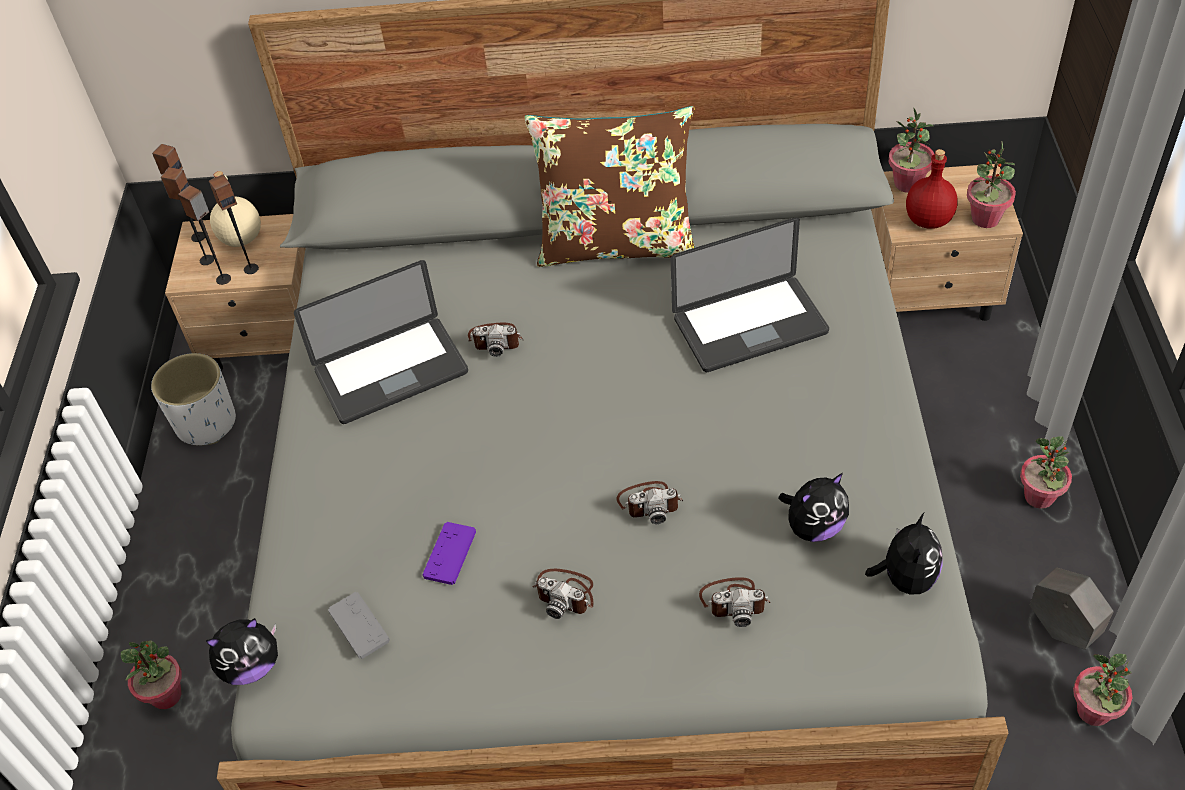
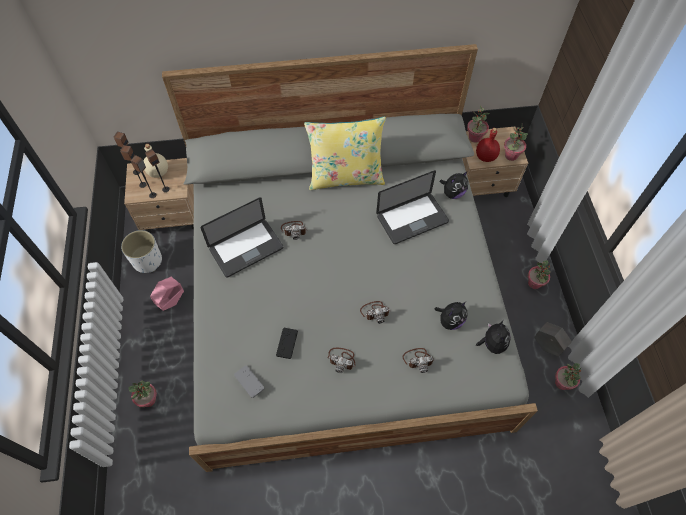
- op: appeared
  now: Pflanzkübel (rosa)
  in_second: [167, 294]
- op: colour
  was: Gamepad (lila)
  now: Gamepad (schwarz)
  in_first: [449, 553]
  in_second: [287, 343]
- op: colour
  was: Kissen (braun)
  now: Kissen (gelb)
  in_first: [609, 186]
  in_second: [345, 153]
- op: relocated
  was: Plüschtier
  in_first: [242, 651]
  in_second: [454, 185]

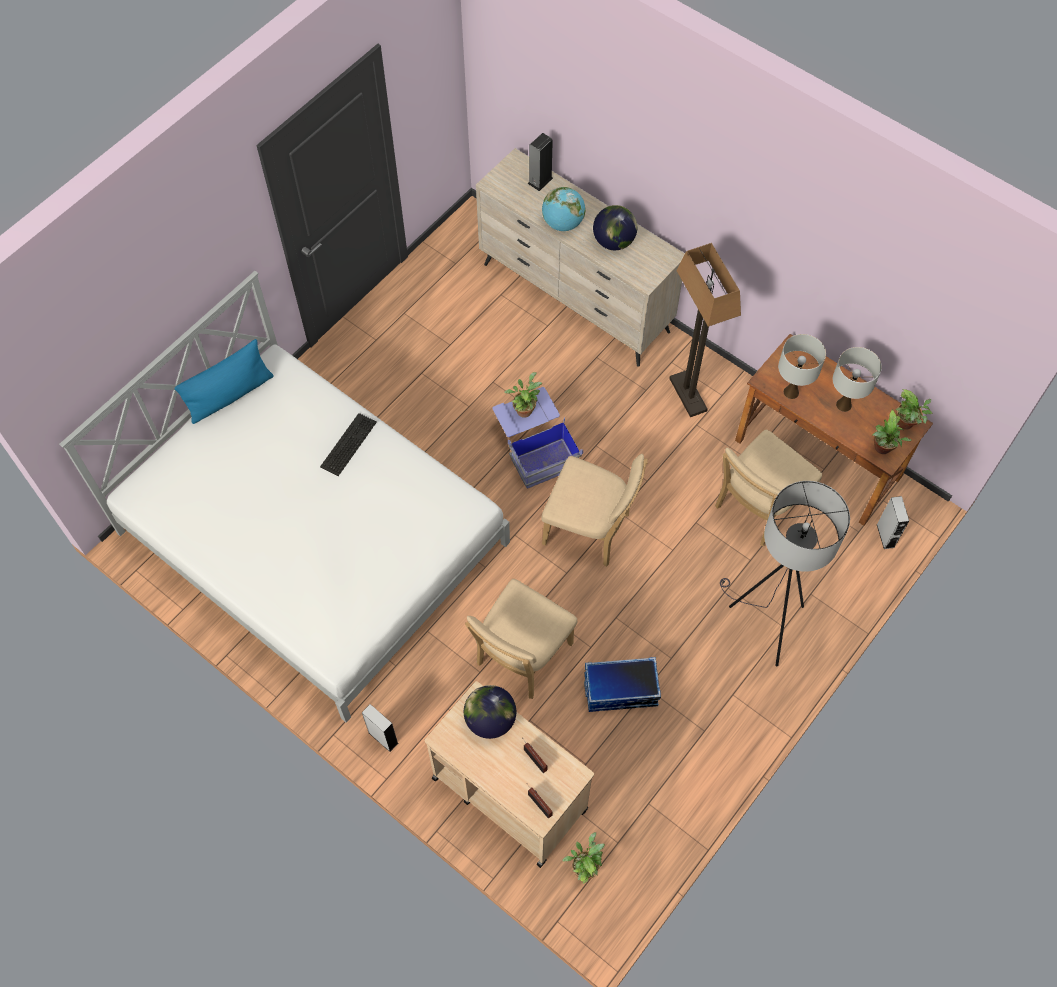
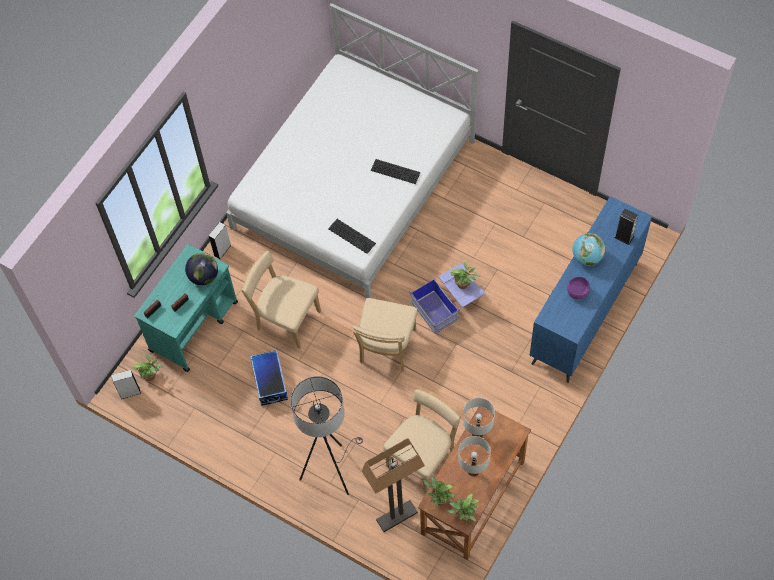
- op: relocated
  was: Lautsprecher (grau)
  in_first: [893, 522]
  in_second: [126, 384]
- op: colour
  was: Rollwagen (beige)
  now: Rollwagen (türkis)
  in_first: [509, 774]
  in_second: [186, 308]
- op: appeared
  now: Tastatur
  in_second: [352, 236]
- op: relocated
  was: Stehlampe
  in_first: [705, 330]
  in_second: [393, 485]
- op: spun
  was: Stuhl (beige)
  in_first: [768, 488]
  in_second: [422, 440]
  clockwise: 90
- op: colour
  was: Kommode (beige)
  now: Kommode (blau)
  in_first: [580, 257]
  in_second: [591, 289]
- op: exchanged
  was: Globus
  now: Schüssel (lila)
  in_first: [615, 227]
  in_second: [578, 288]
- op: missing
  was: Kissen (blau)
  in_first: [224, 381]

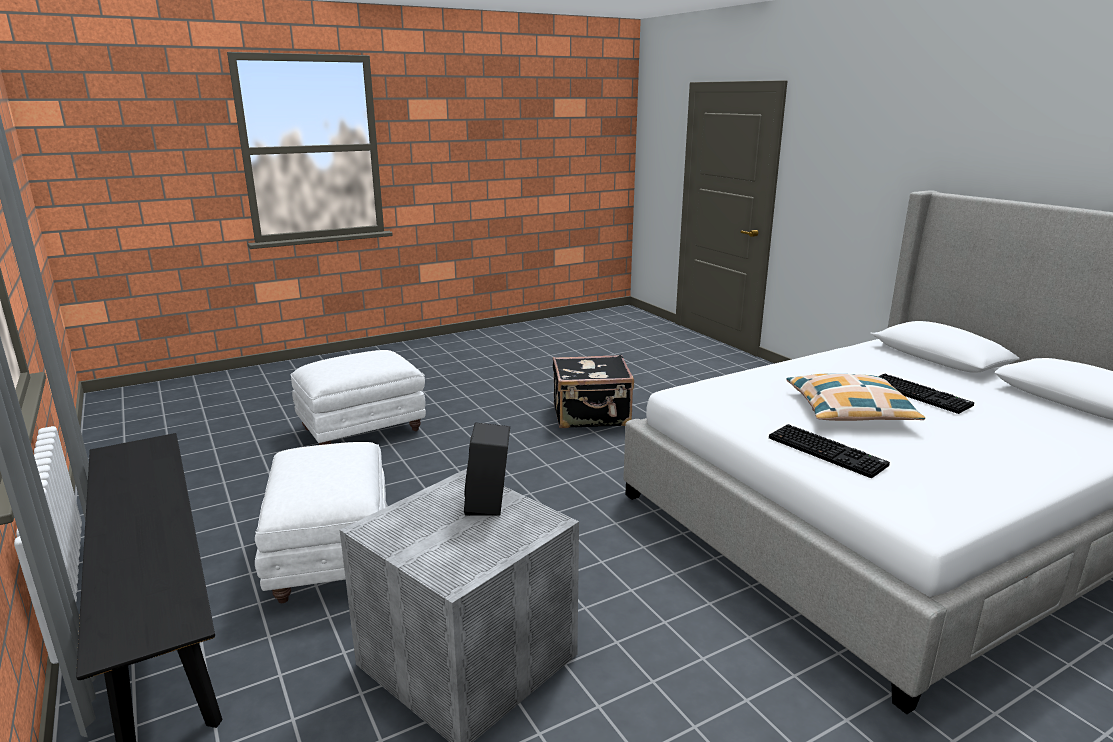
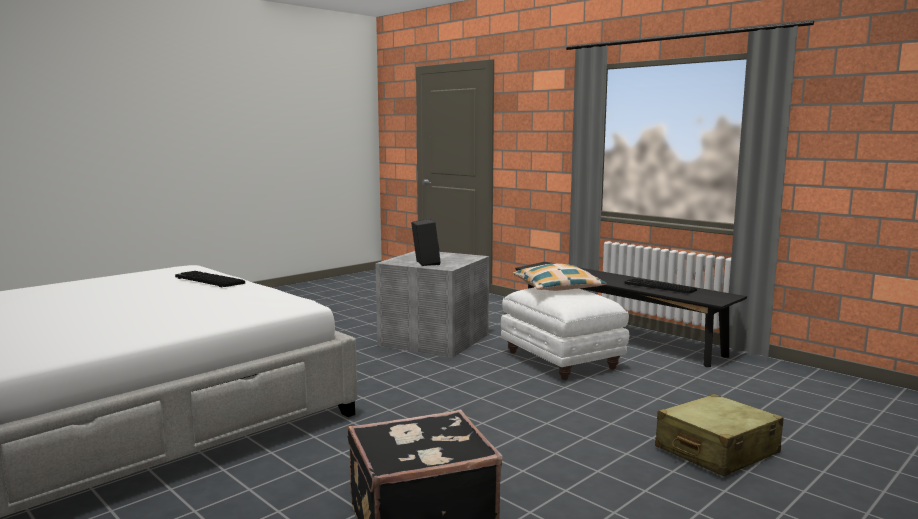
- op: relocated
  was: Kissen
  in_first: [855, 397]
  in_second: [559, 277]
- op: relocated
  was: Tastatur
  in_first: [926, 394]
  in_second: [660, 286]
- op: exchanged
  was: Polsterhocker (weiß)
  now: Koffer (beige)
  in_first: [358, 397]
  in_second: [719, 435]

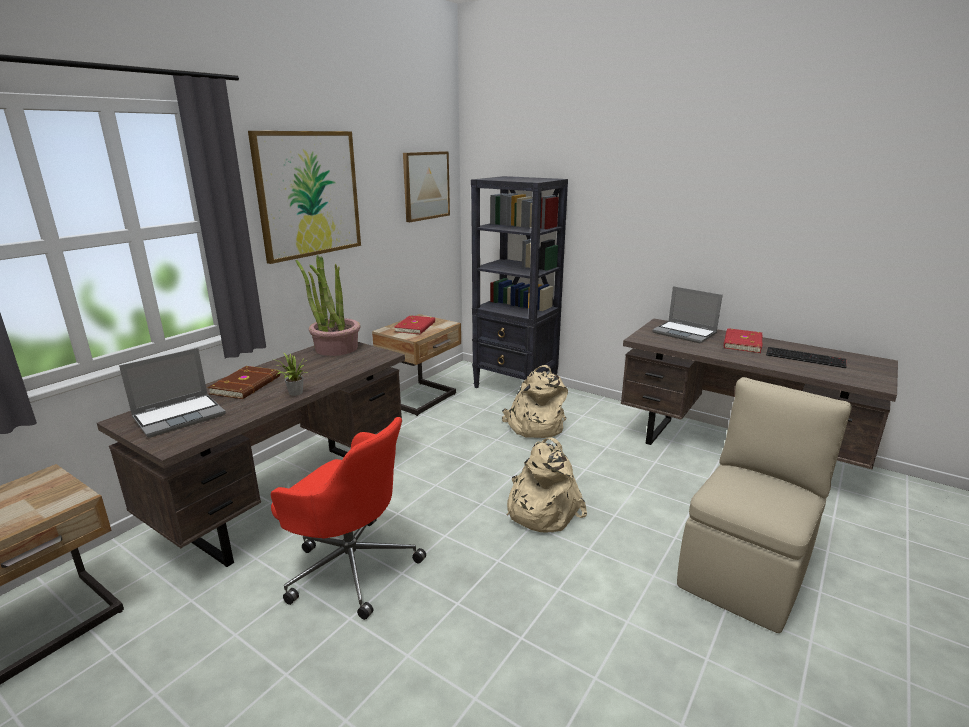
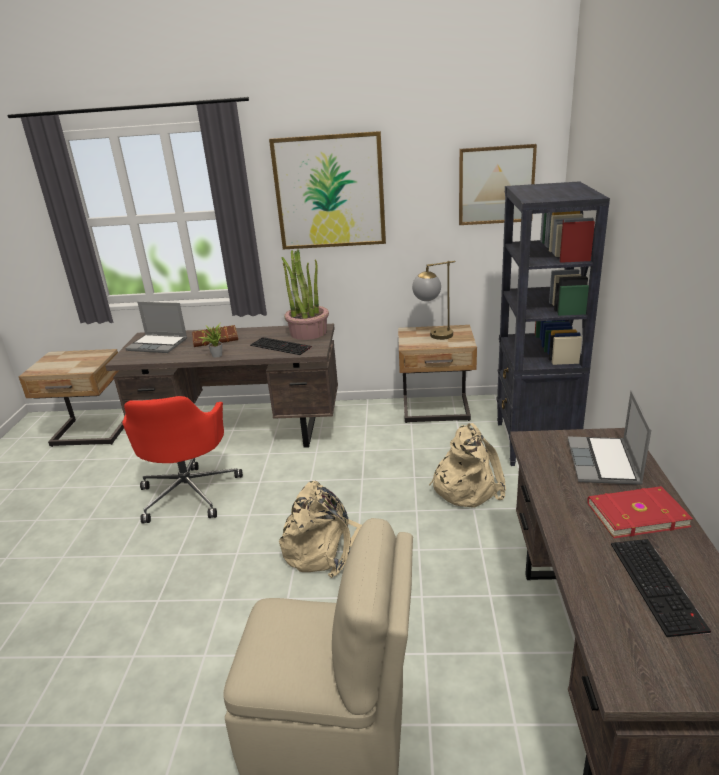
- op: appeared
  now: Tastatur
  in_second: [281, 346]
- op: exchanged
  was: Buch (rot)
  now: Tischlampe
  in_first: [414, 324]
  in_second: [433, 300]

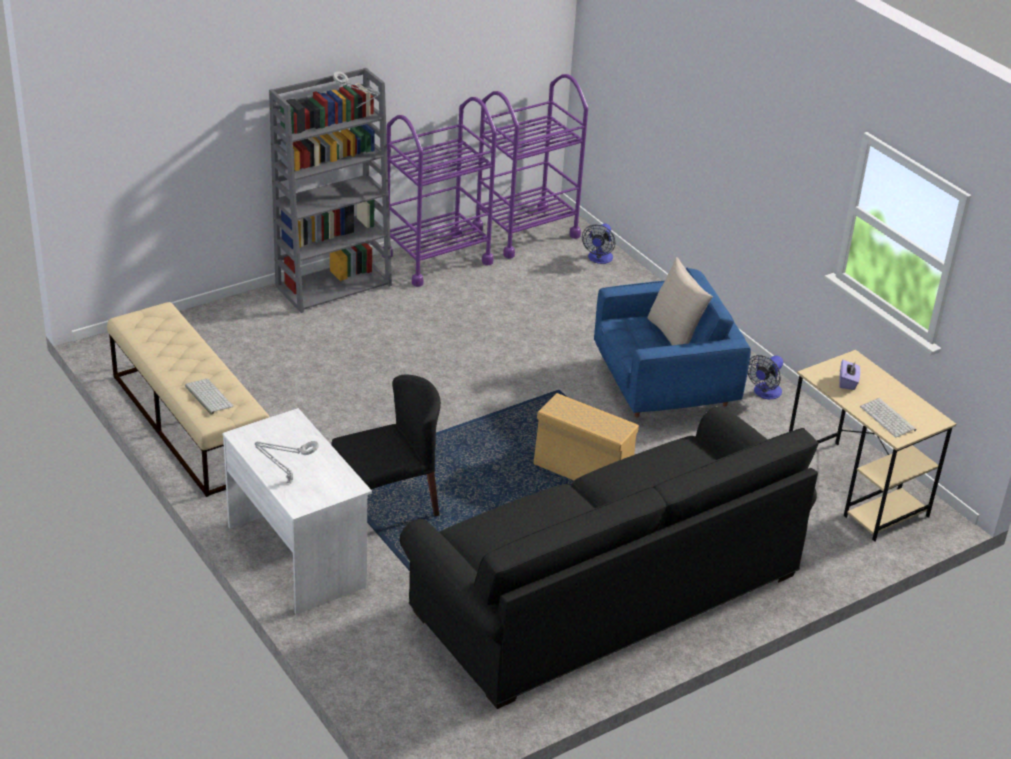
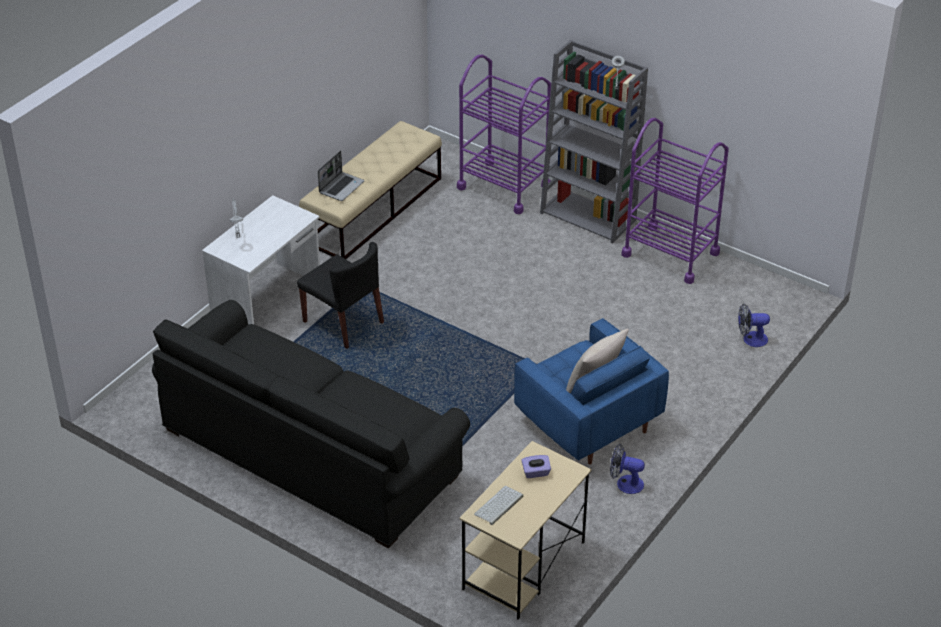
- op: exchanged
  was: Tastatur
  now: Laptop
  in_first: [209, 397]
  in_second: [341, 176]
- op: relocated
  was: Rollwagen (lila)
  in_first: [530, 166]
  in_second: [504, 134]
- op: missing
  was: Aufbewahrungsbox (beige)
  in_first: [586, 436]

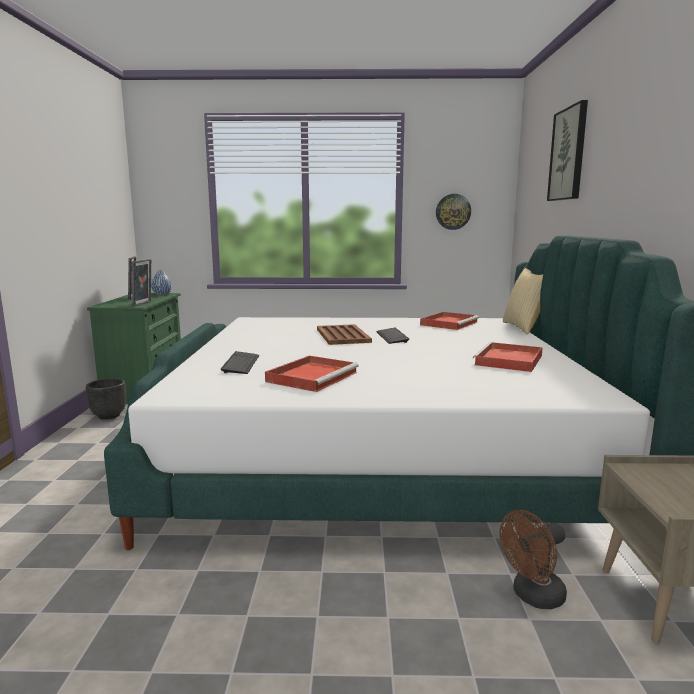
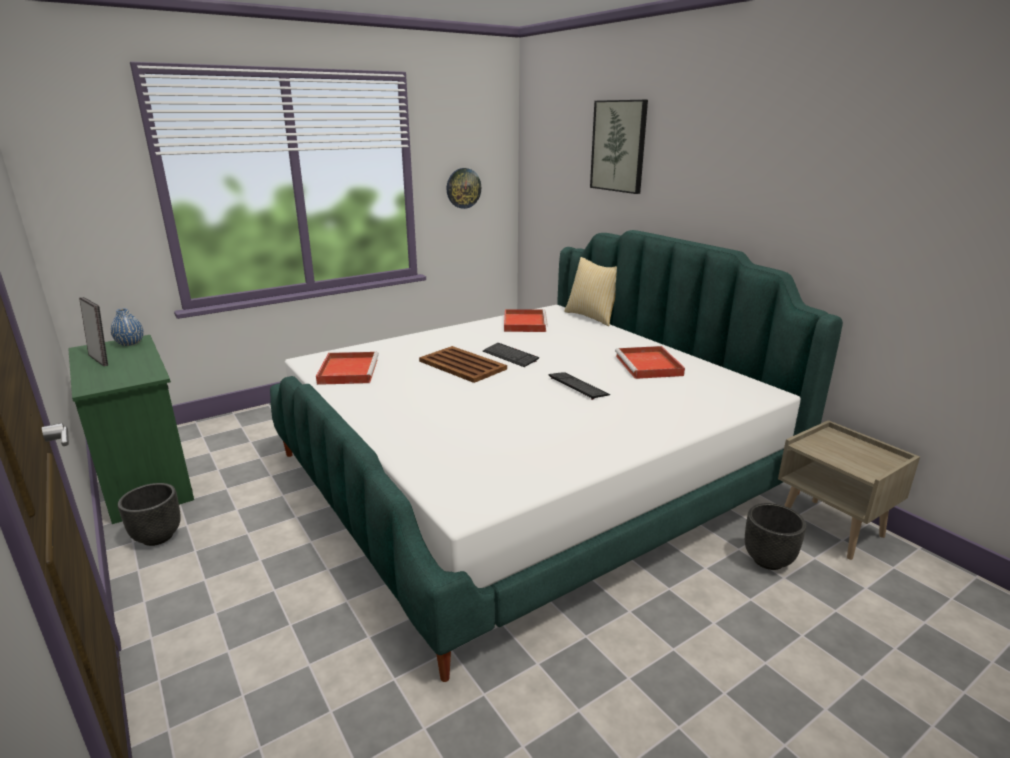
- op: relocated
  was: Tablett (rot)
  in_first: [312, 374]
  in_second: [347, 368]
- op: relocated
  was: Tastatur
  in_first: [240, 362]
  in_second: [579, 386]
- op: exchanged
  was: Ventilator (braun)
  now: Pflanzkübel (schwarz)
  in_first: [533, 559]
  in_second: [775, 536]
- op: missing
  was: Bilderrahmen
  in_first: [141, 282]

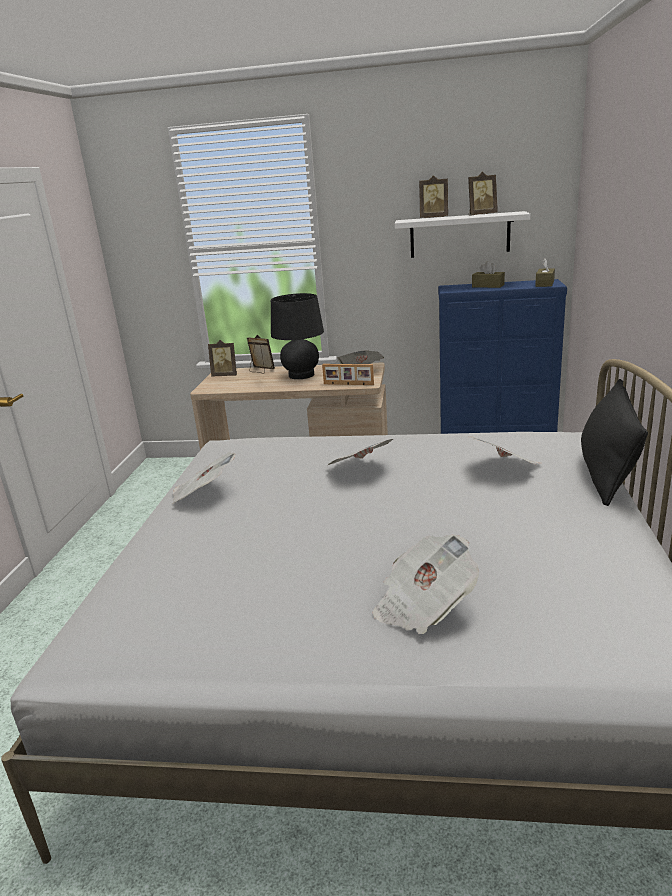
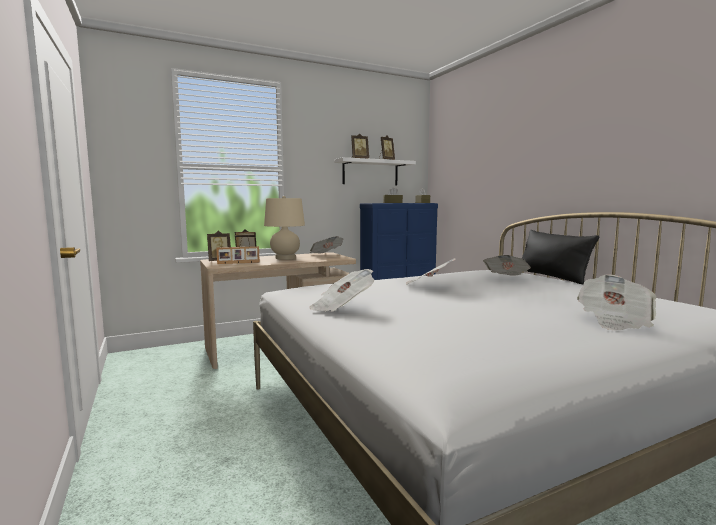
- op: relocated
  was: Bilderrahmen
  in_first: [348, 374]
  in_second: [238, 255]
- op: colour
  was: Tischlampe (schwarz)
  now: Tischlampe (beige)
  in_first: [297, 336]
  in_second: [284, 228]

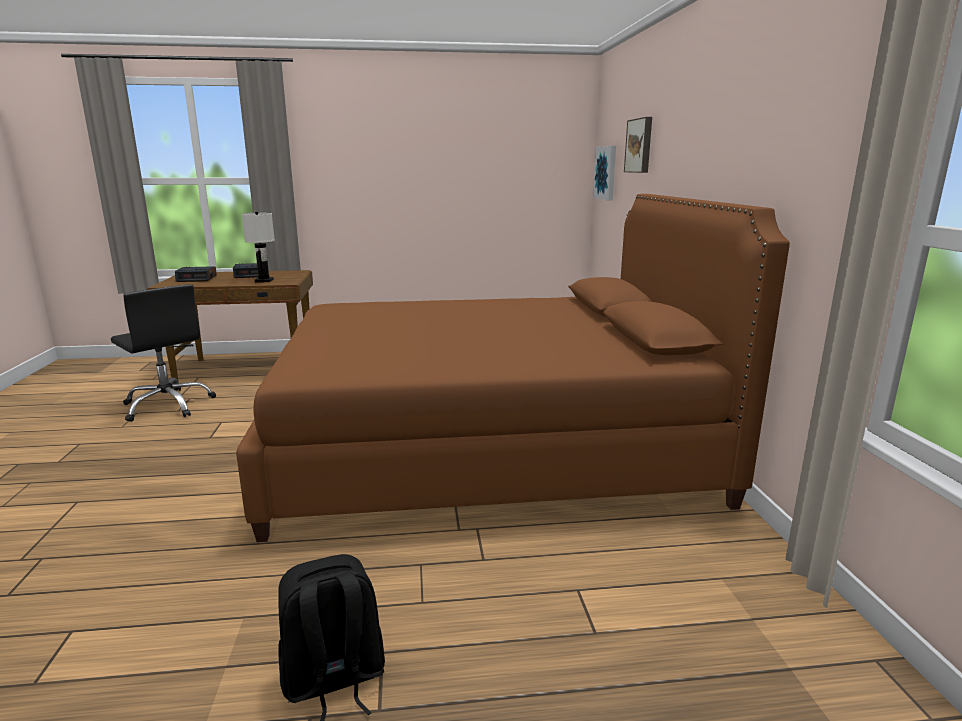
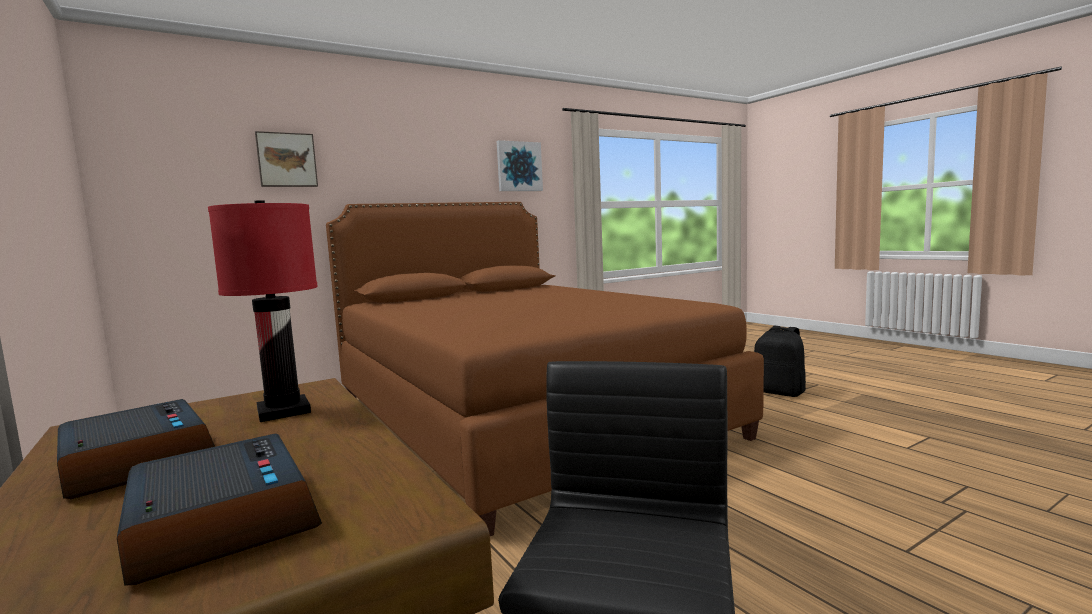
- op: colour
  was: Tischlampe (weiß)
  now: Tischlampe (rot)
  in_first: [258, 247]
  in_second: [263, 311]
- op: relocated
  was: Bild
  in_first: [604, 173]
  in_second: [520, 165]

